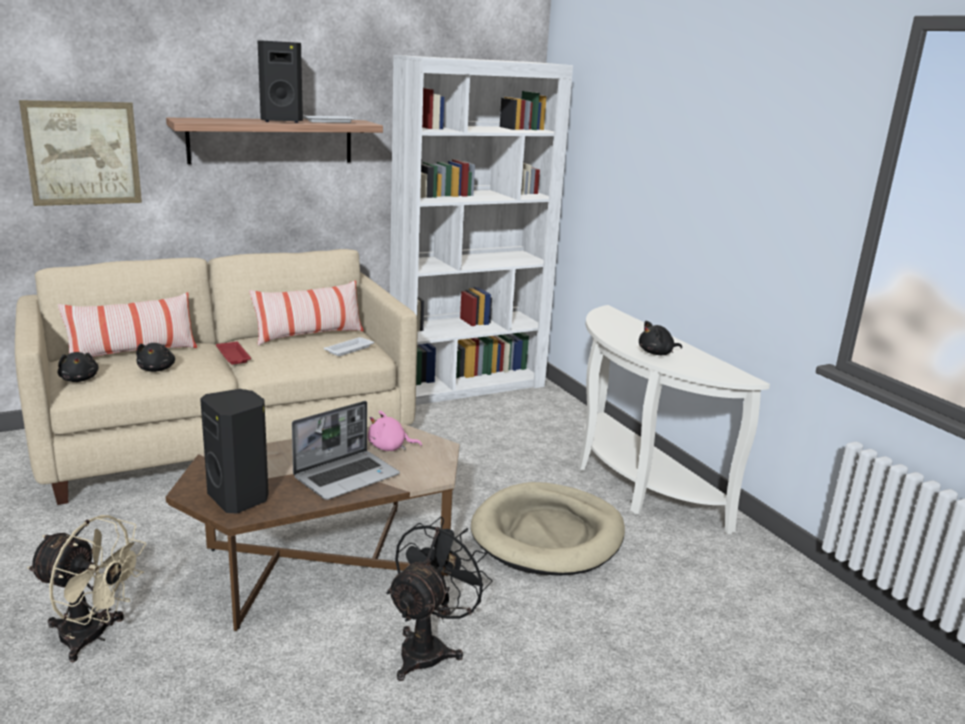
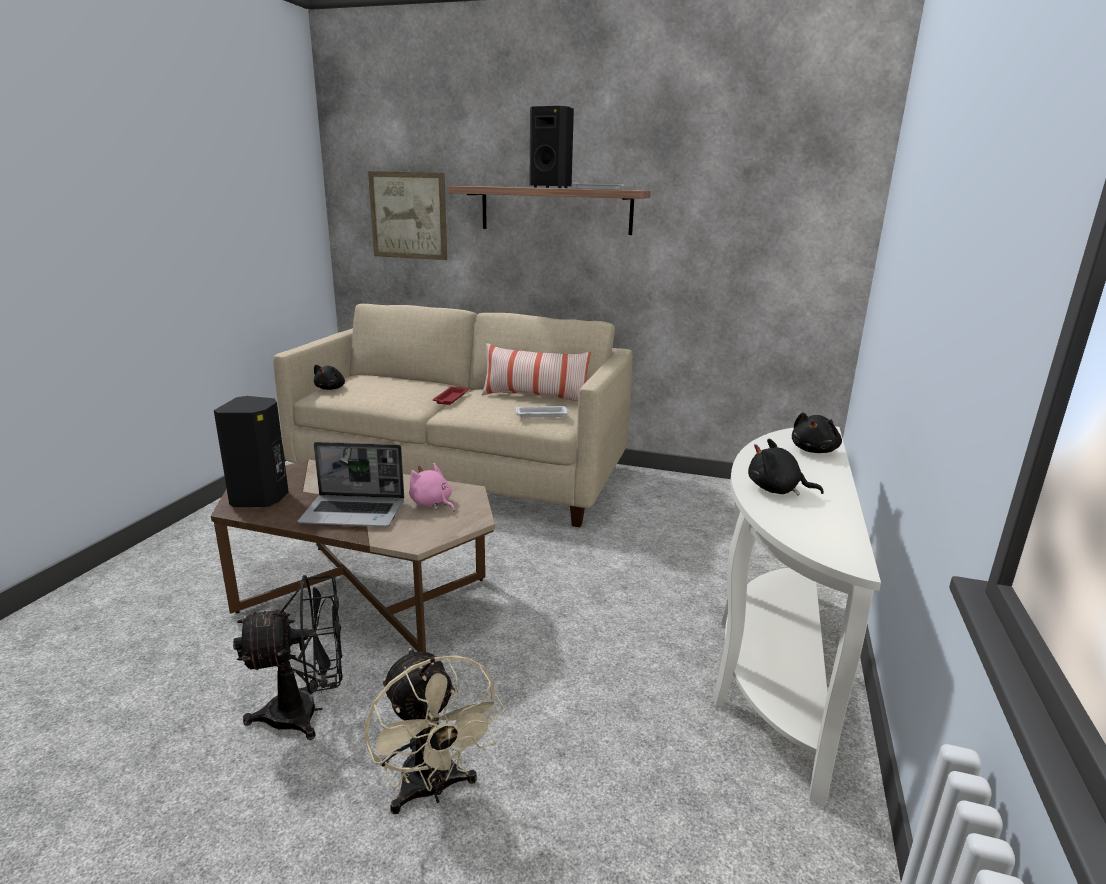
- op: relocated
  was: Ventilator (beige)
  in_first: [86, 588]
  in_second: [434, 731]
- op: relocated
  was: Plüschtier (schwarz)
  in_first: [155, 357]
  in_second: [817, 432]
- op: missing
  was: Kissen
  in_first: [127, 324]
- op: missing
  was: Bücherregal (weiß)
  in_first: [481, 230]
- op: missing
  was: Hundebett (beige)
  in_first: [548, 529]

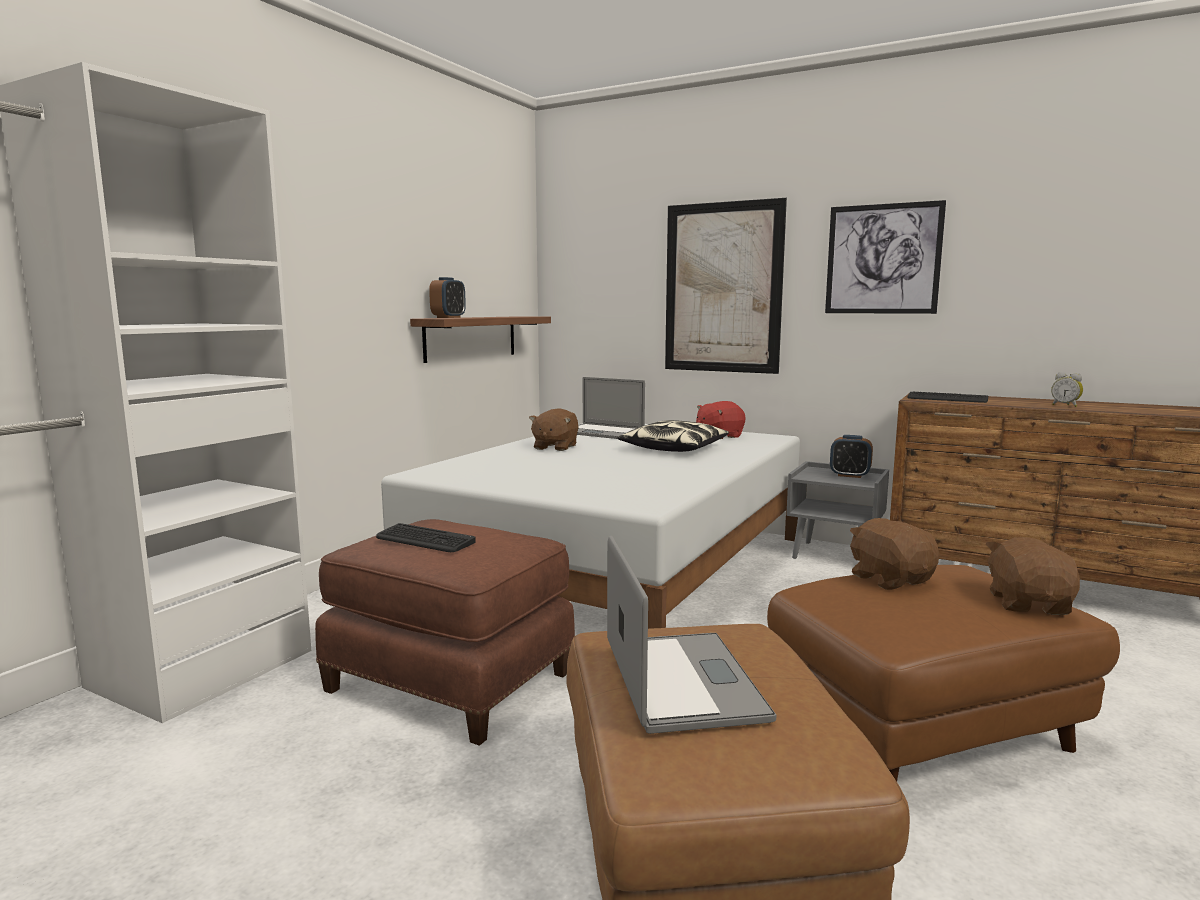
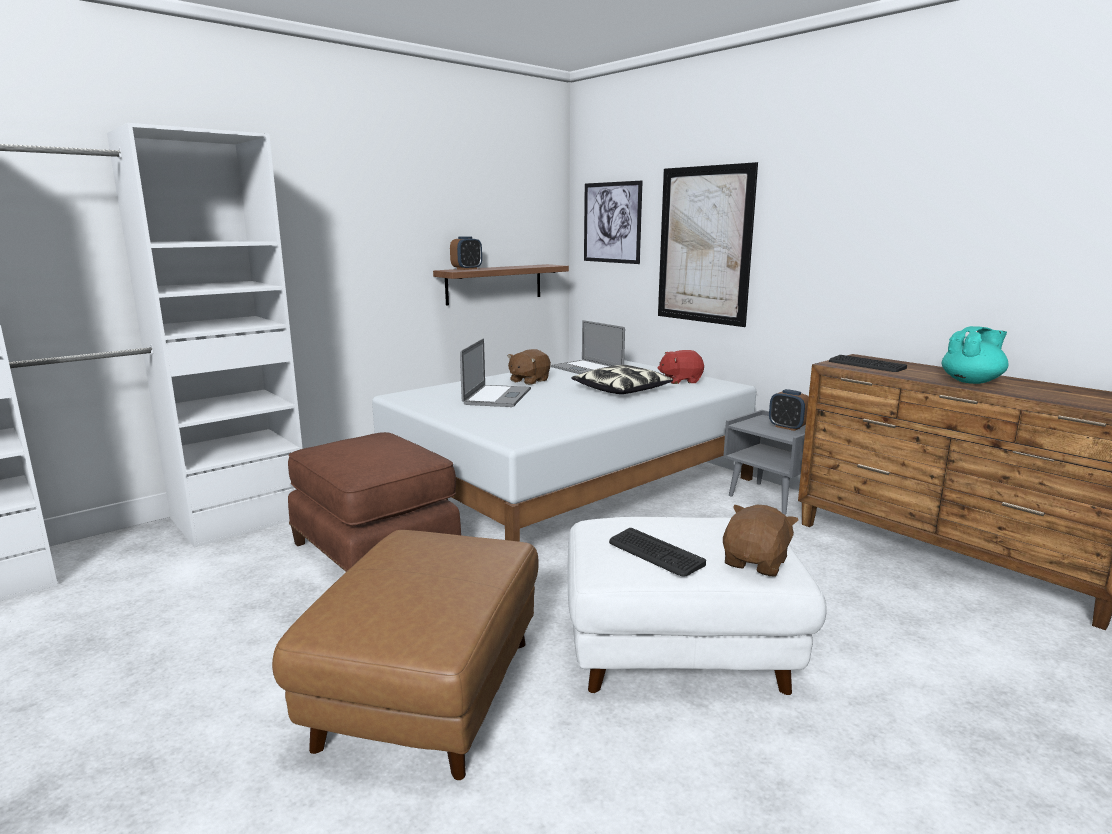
- op: relocated
  was: Laptop
  in_first: [691, 635]
  in_second: [495, 372]
- op: colour
  was: Polsterhocker (braun)
  now: Polsterhocker (weiß)
  in_first: [943, 673]
  in_second: [697, 606]
- op: relocated
  was: Bild
  in_first: [885, 257]
  in_second: [613, 222]
- op: relocated
  was: Tastatur
  in_first: [426, 537]
  in_second: [657, 552]
- op: exchanged
  was: Wecker
  now: Teekanne (türkis)
  in_first: [1067, 389]
  in_second: [975, 355]
- op: missing
  was: Plüschtier (braun)
  in_first: [894, 554]

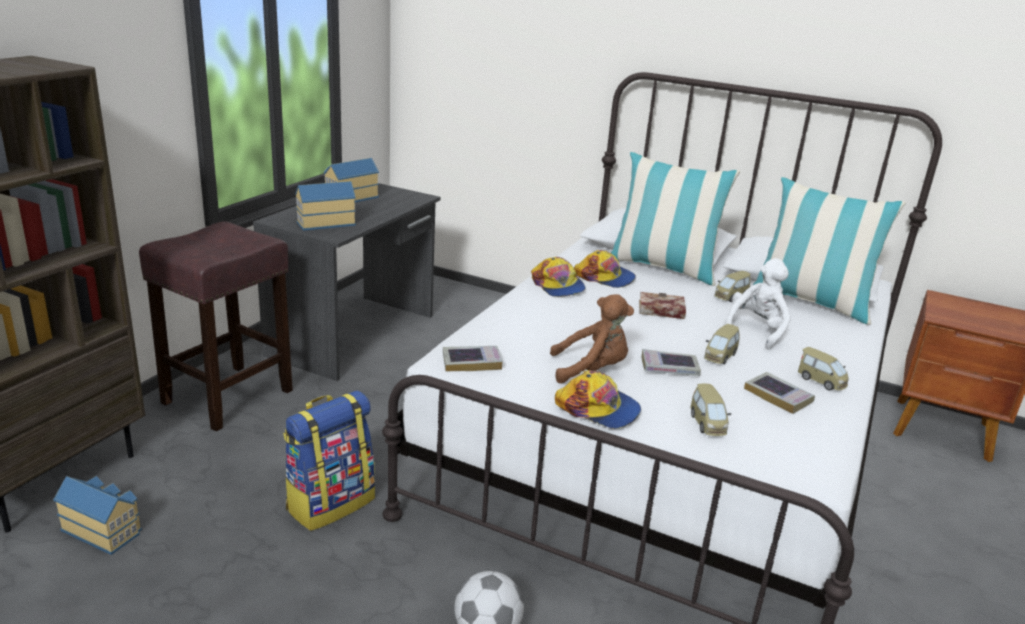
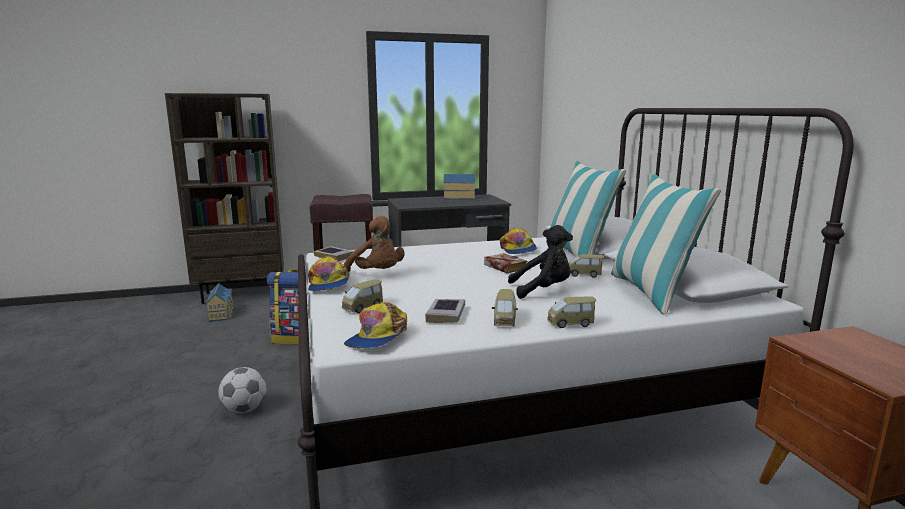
- op: relocated
  was: Kappe
  in_first: [558, 277]
  in_second: [375, 325]
- op: colour
  was: Plüschtier (weiß)
  now: Plüschtier (schwarz)
  in_first: [757, 303]
  in_second: [540, 262]
- op: relocated
  was: Spielzeugauto
  in_first: [722, 344]
  in_second: [572, 312]
- op: missing
  was: Spielzeughaus
  in_first: [325, 206]
- op: missing
  was: Buch
  in_first: [671, 362]

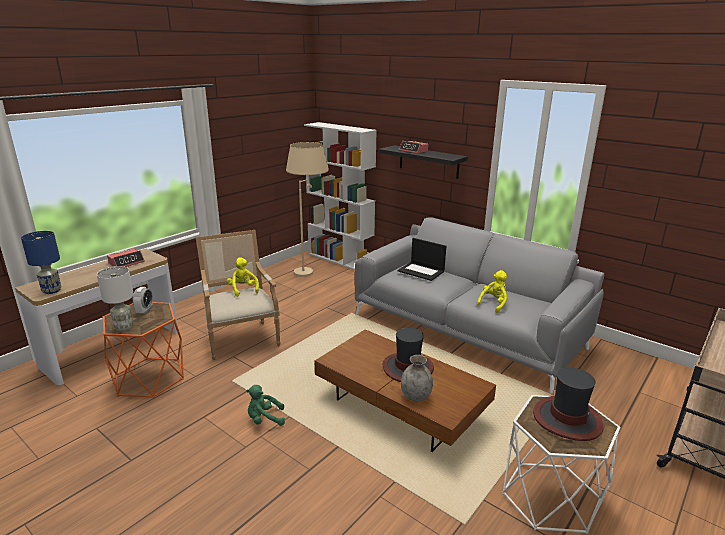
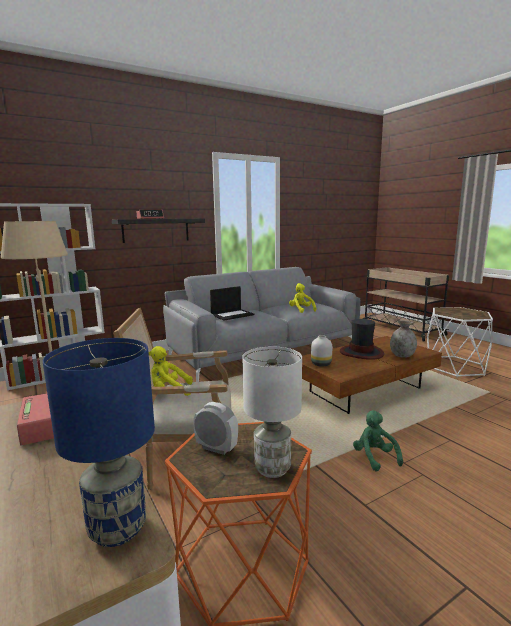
- op: appeared
  now: Vase (weiß)
  in_second: [321, 351]
- op: spun
  was: Plüschtier (grün)
  in_first: [265, 405]
  in_second: [378, 441]
  clockwise: 150
- op: missing
  was: Hut
  in_first: [568, 404]

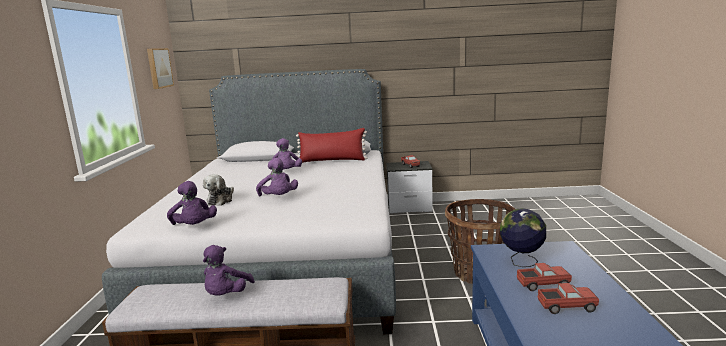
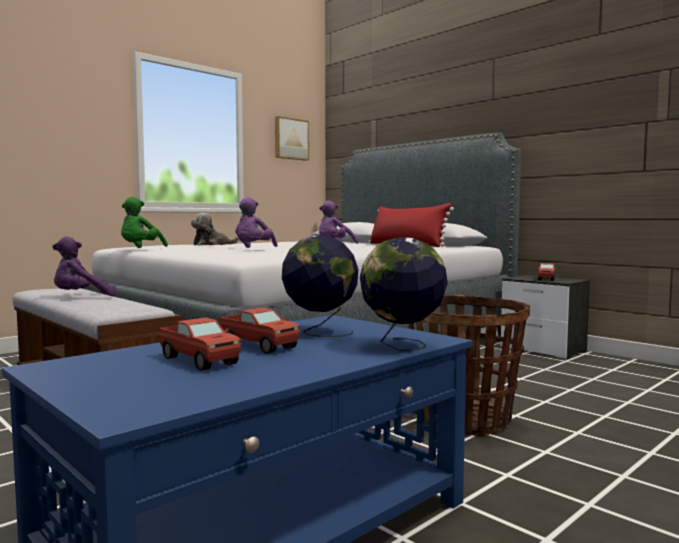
- op: colour
  was: Plüschtier (lila)
  now: Plüschtier (grün)
  in_first: [192, 203]
  in_second: [144, 222]
- op: appeared
  now: Globus
  in_second: [404, 294]

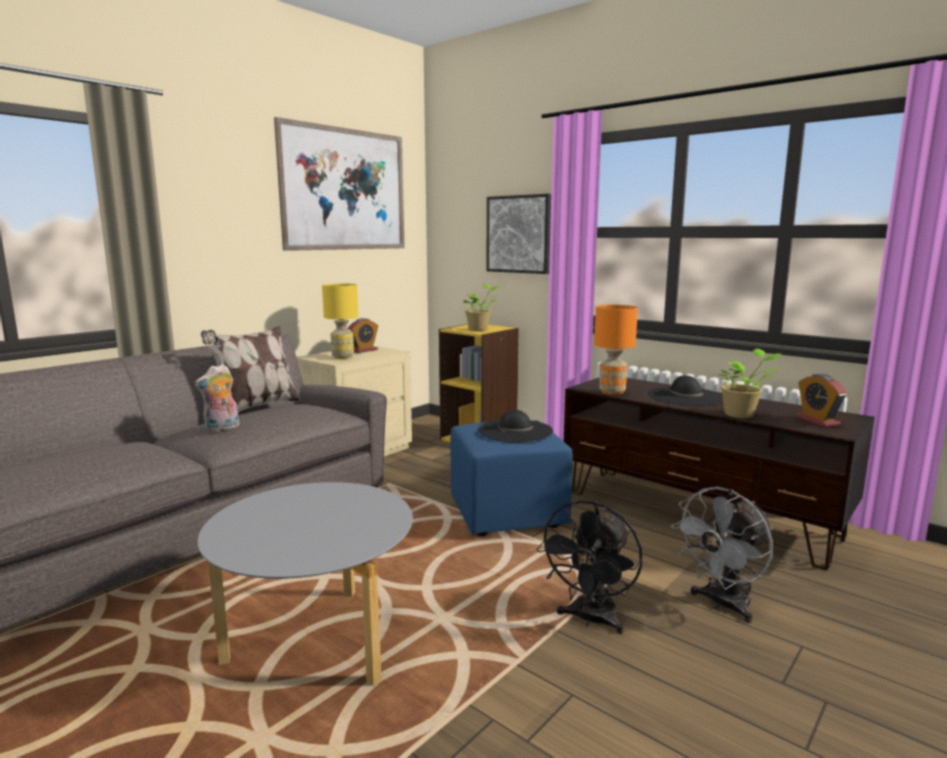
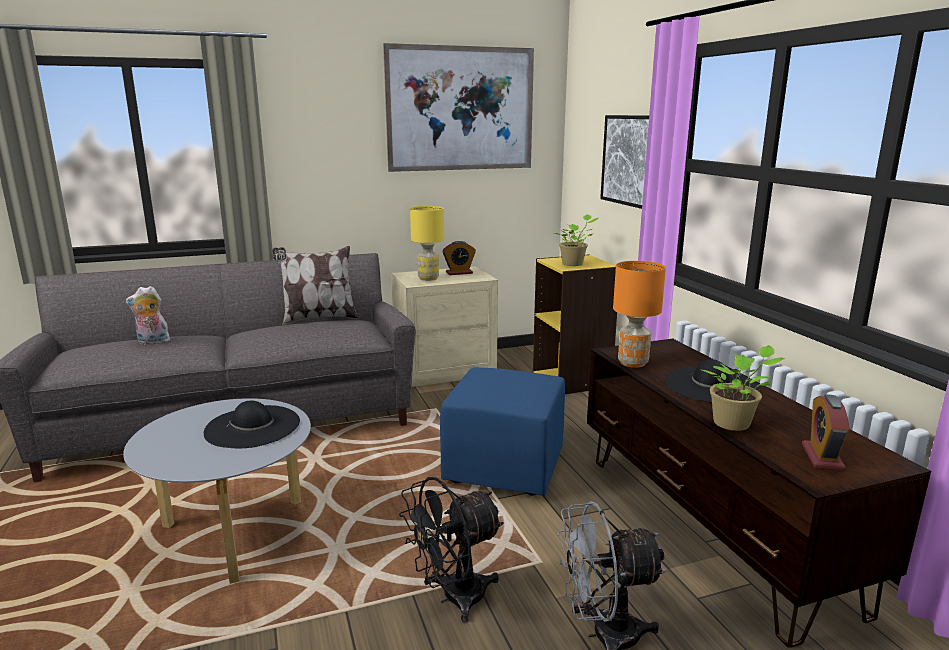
- op: relocated
  was: Plüschtier
  in_first: [216, 398]
  in_second: [148, 315]
- op: relocated
  was: Hut (schwarz)
  in_first: [515, 426]
  in_second: [252, 424]

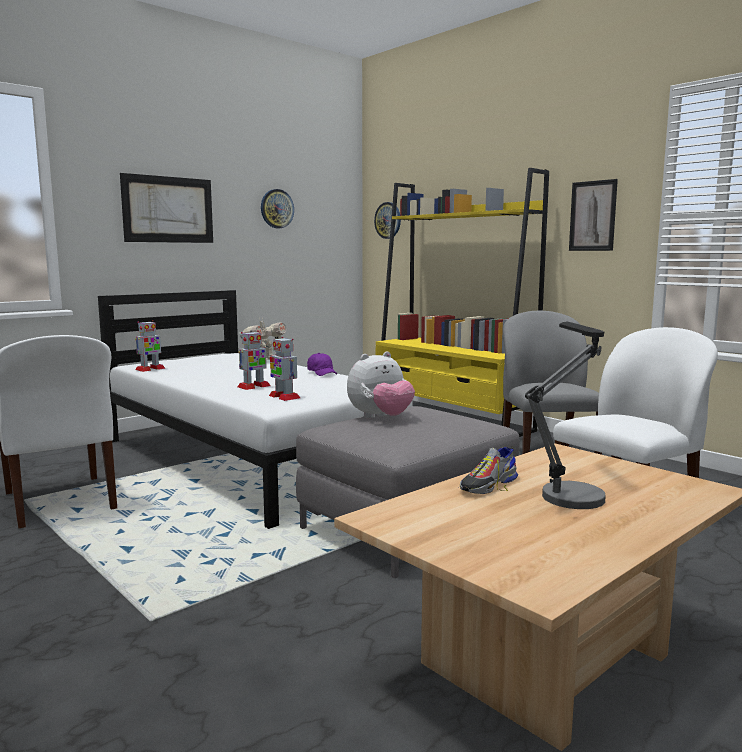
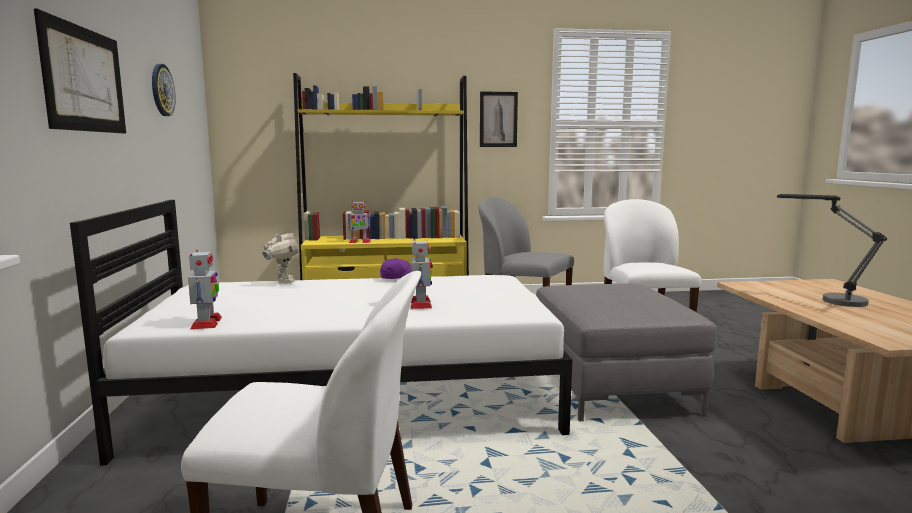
- op: relocated
  was: Spielzeugroboter
  in_first: [284, 369]
  in_second: [359, 222]
- op: missing
  was: Plüschtier
  in_first: [381, 385]
- op: missing
  was: Wanduhr
  in_first: [387, 220]
- op: missing
  was: Schuh
  in_first: [487, 470]

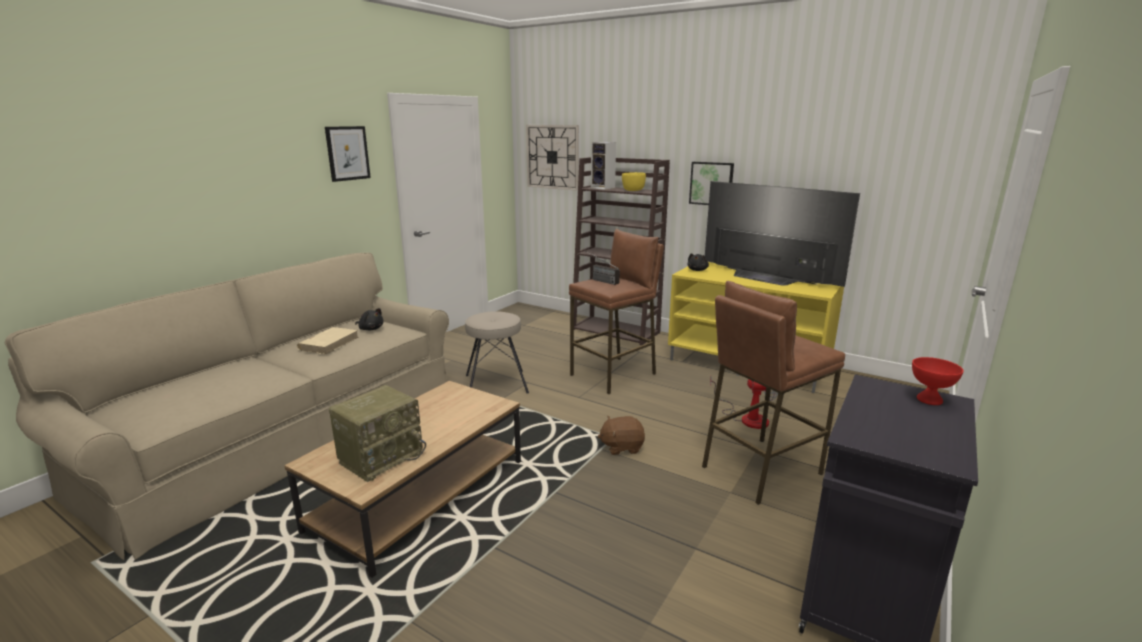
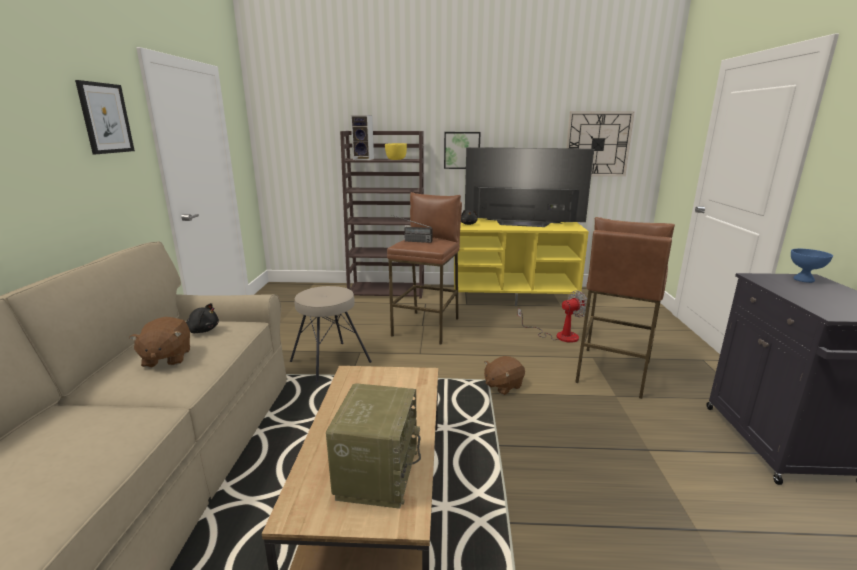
- op: exchanged
  was: Buch (beige)
  now: Plüschtier (braun)
  in_first: [327, 341]
  in_second: [159, 342]
- op: relocated
  was: Wanduhr
  in_first: [552, 158]
  in_second: [600, 143]
- op: colour
  was: Schüssel (rot)
  now: Schüssel (blau)
  in_first: [938, 381]
  in_second: [812, 266]

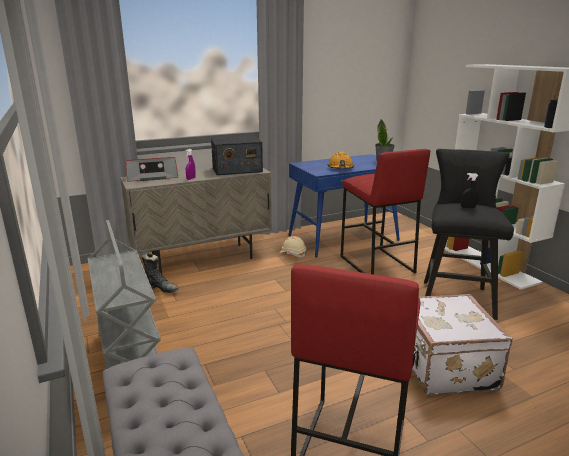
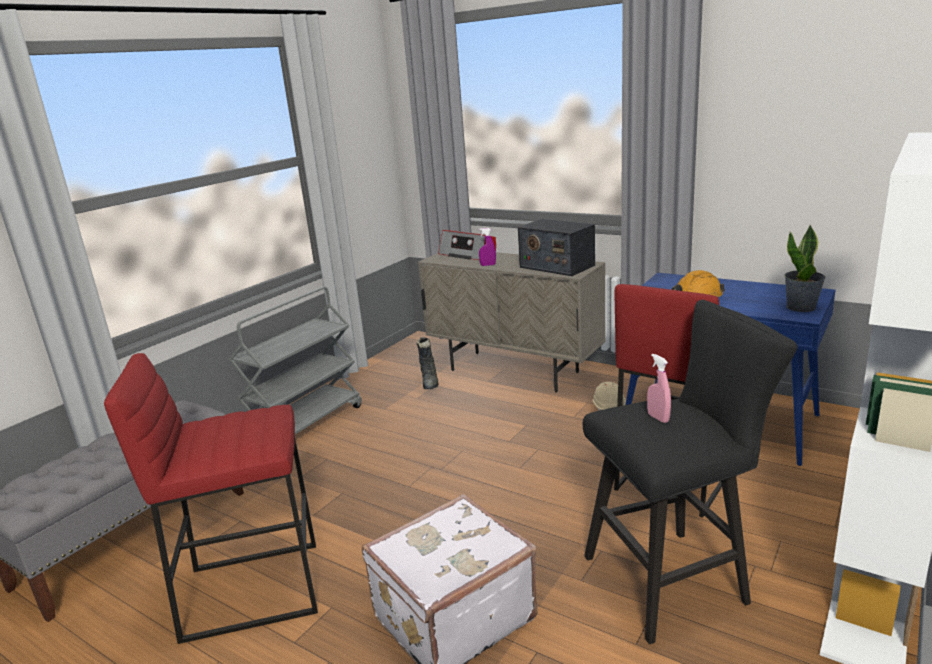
- op: colour
  was: Sprühflasche (schwarz)
  now: Sprühflasche (rosa)
  in_first: [470, 190]
  in_second: [659, 388]

